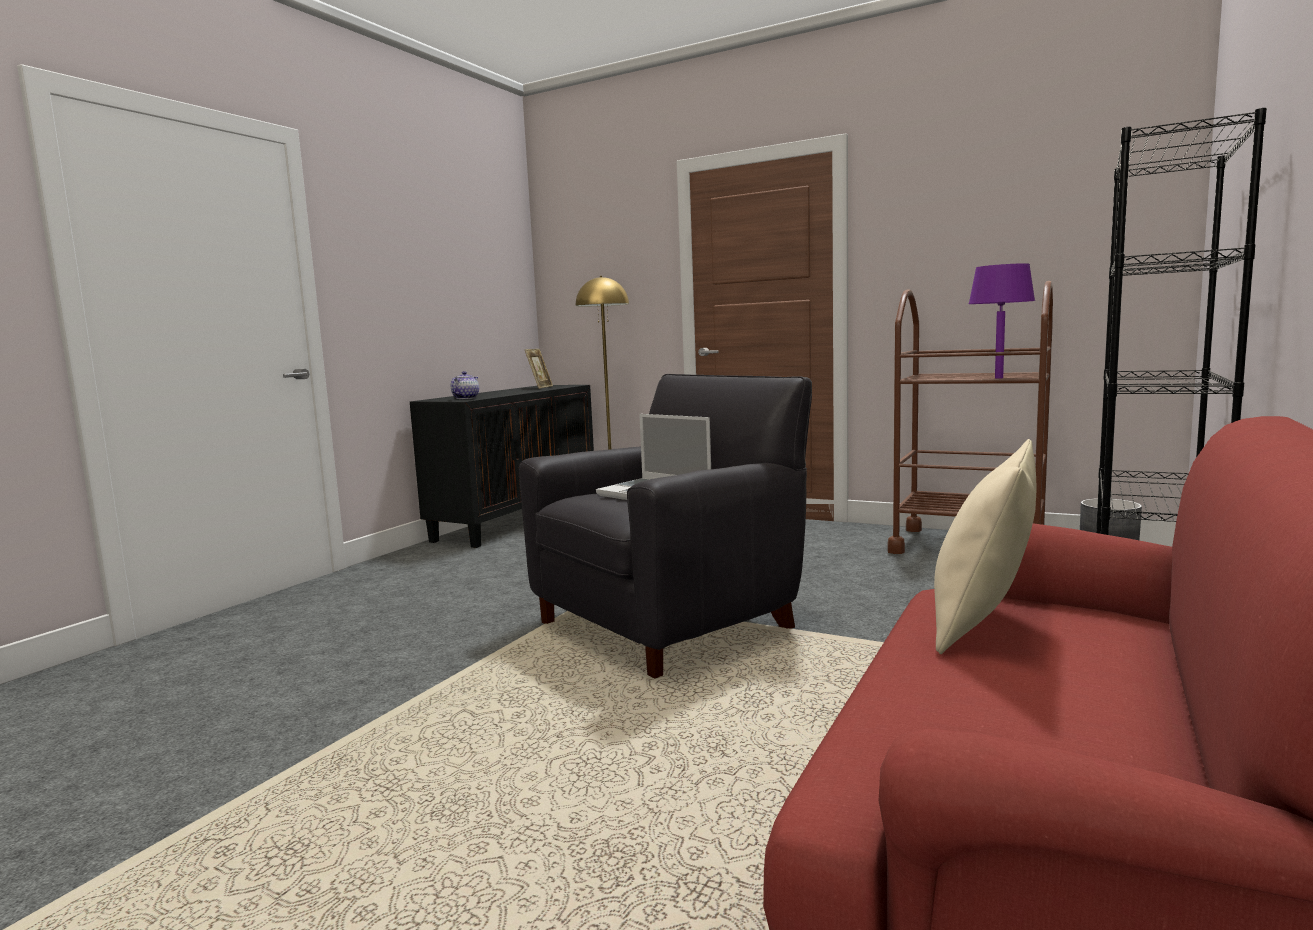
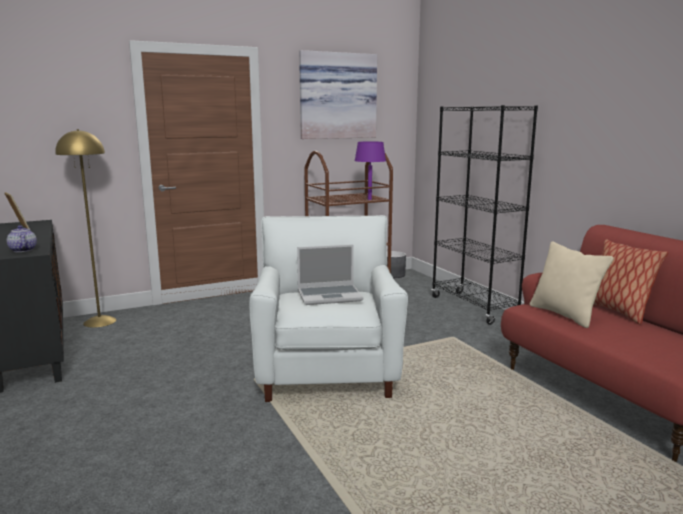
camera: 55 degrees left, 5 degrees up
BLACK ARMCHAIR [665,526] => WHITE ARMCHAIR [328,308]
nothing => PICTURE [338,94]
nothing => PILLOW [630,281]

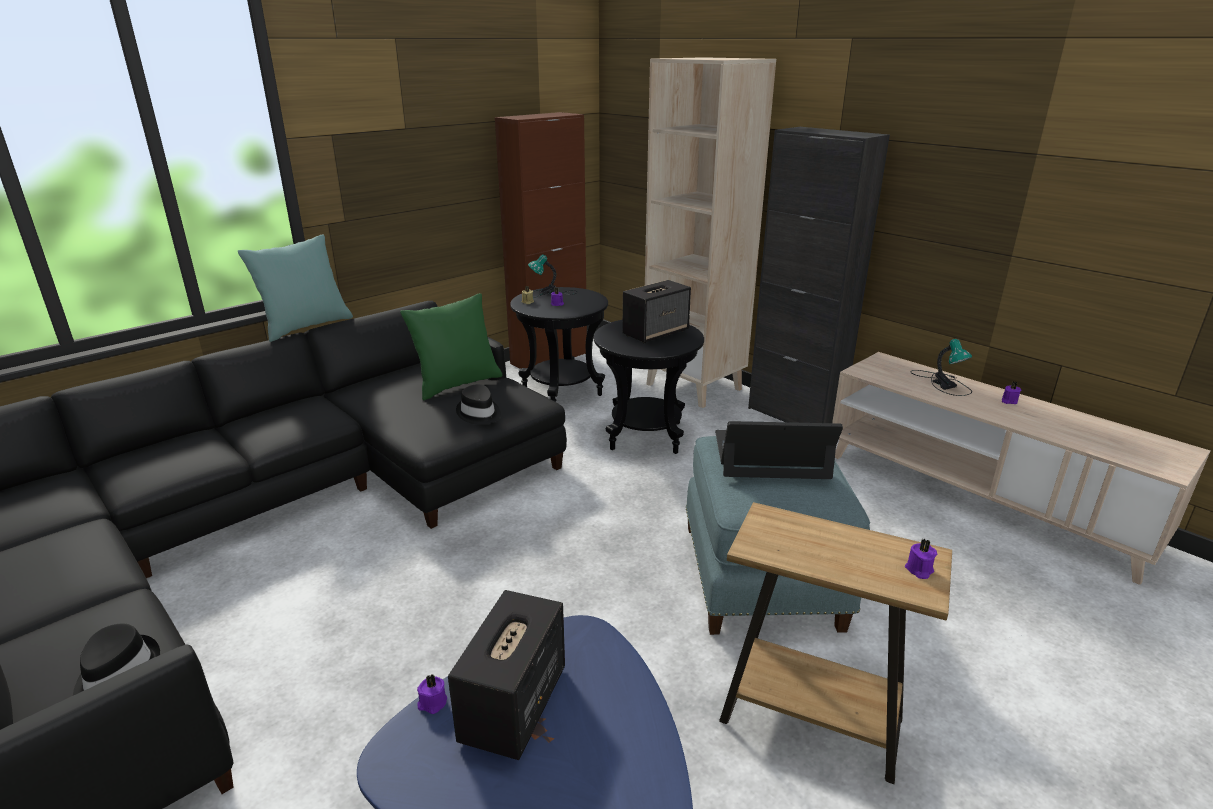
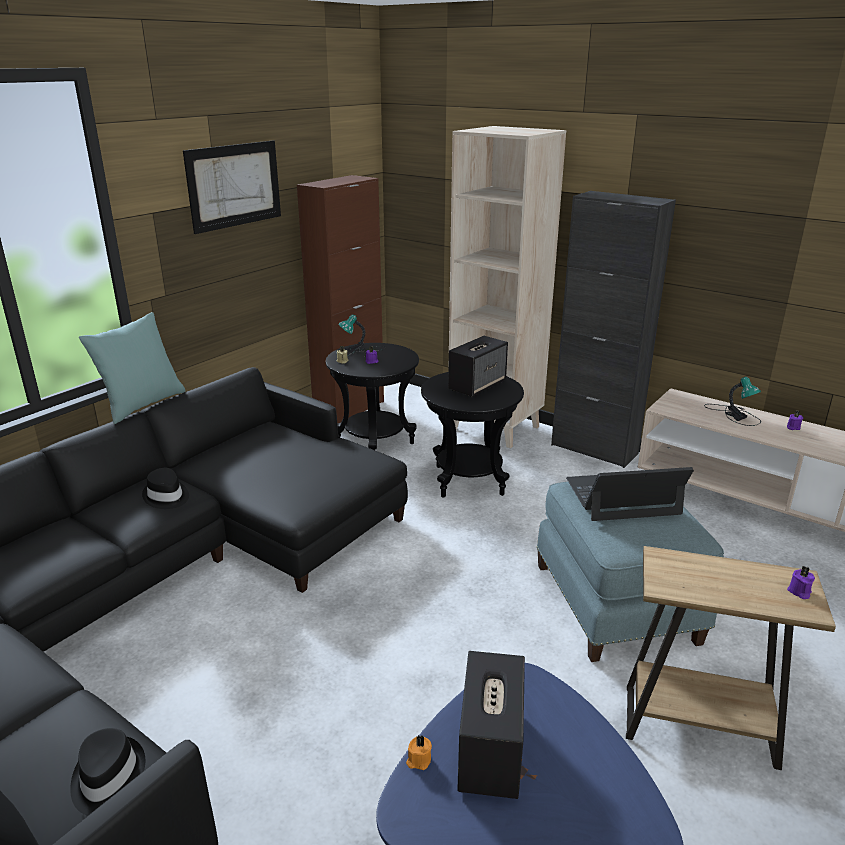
camera: 10 degrees left, 0 degrees up
GREEN PILLOW [451,346] => nothing
PURPLE CANDLE [432,694] => ORANGE CANDLE [419,752]
BLACK HAT [478,404] => BLACK HAT [165,488], moved
nothing => PICTURE [232,187]

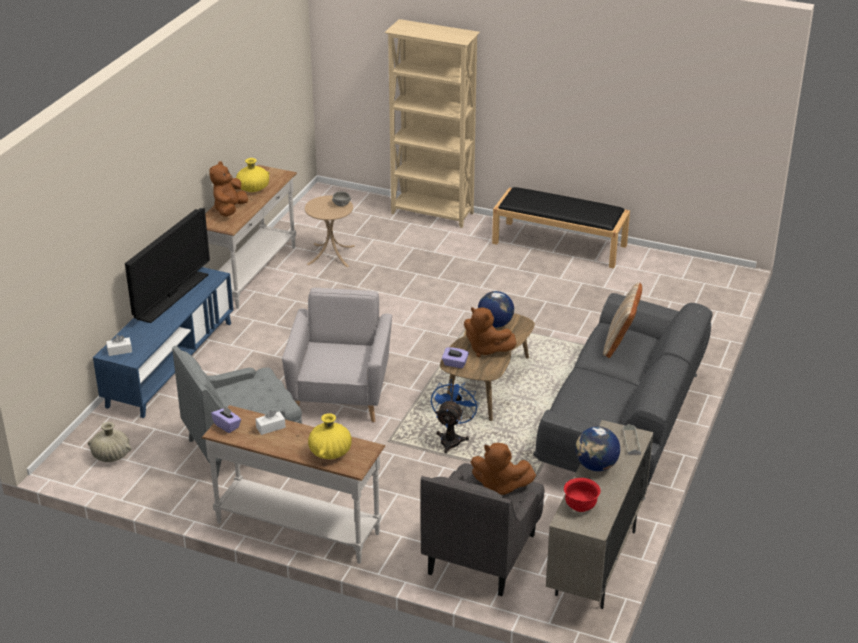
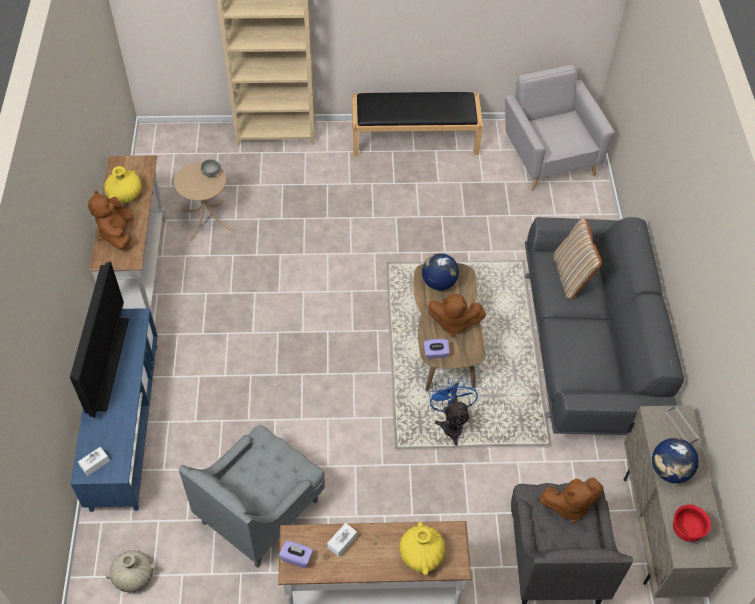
camera: 25 degrees left, 20 degrees up
GREY ARMCHAIR [337,355] => GREY ARMCHAIR [559,128], moved

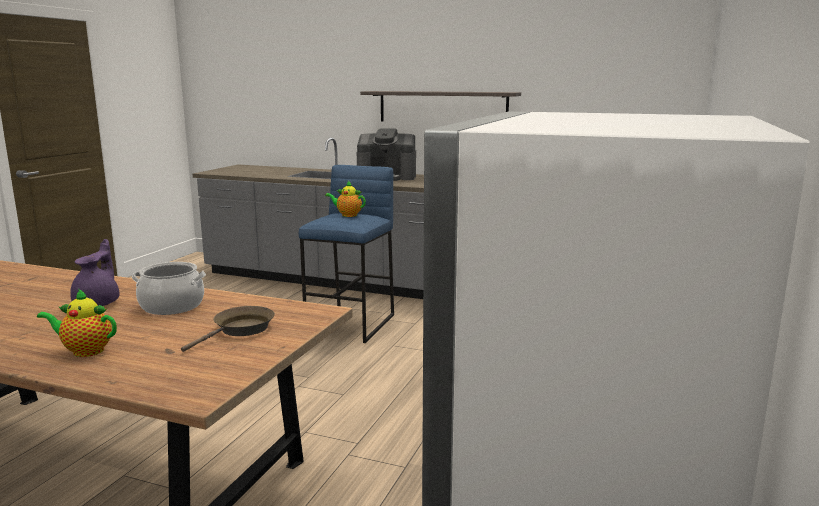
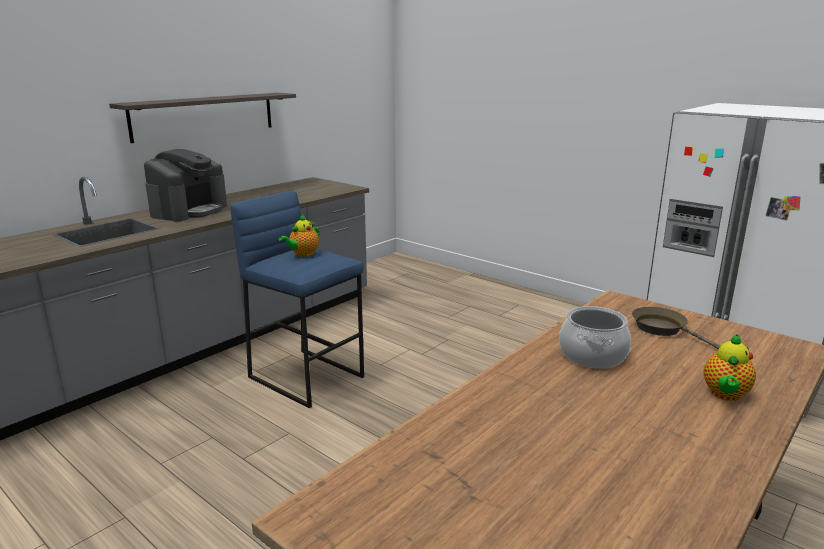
camera: 70 degrees left, 5 degrees up
PURPLE TEAPOT [95,272] => nothing

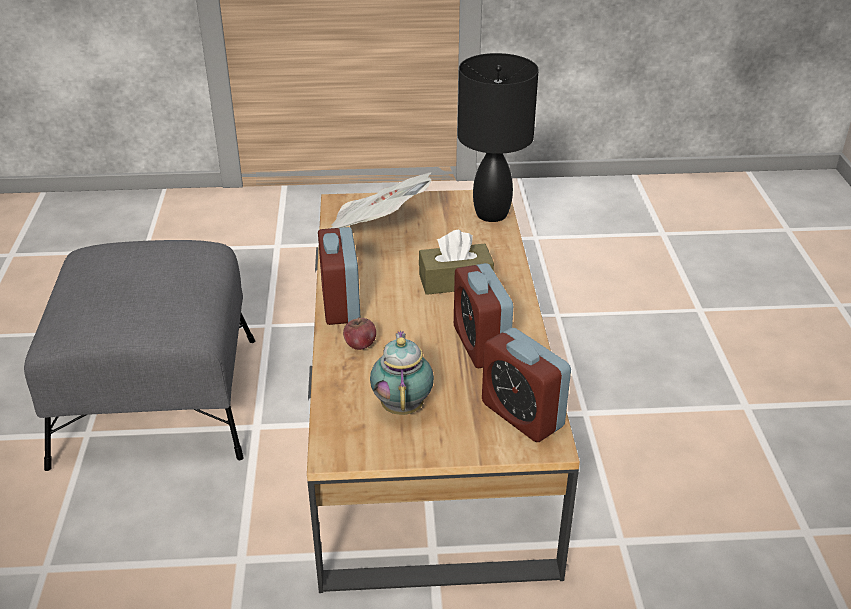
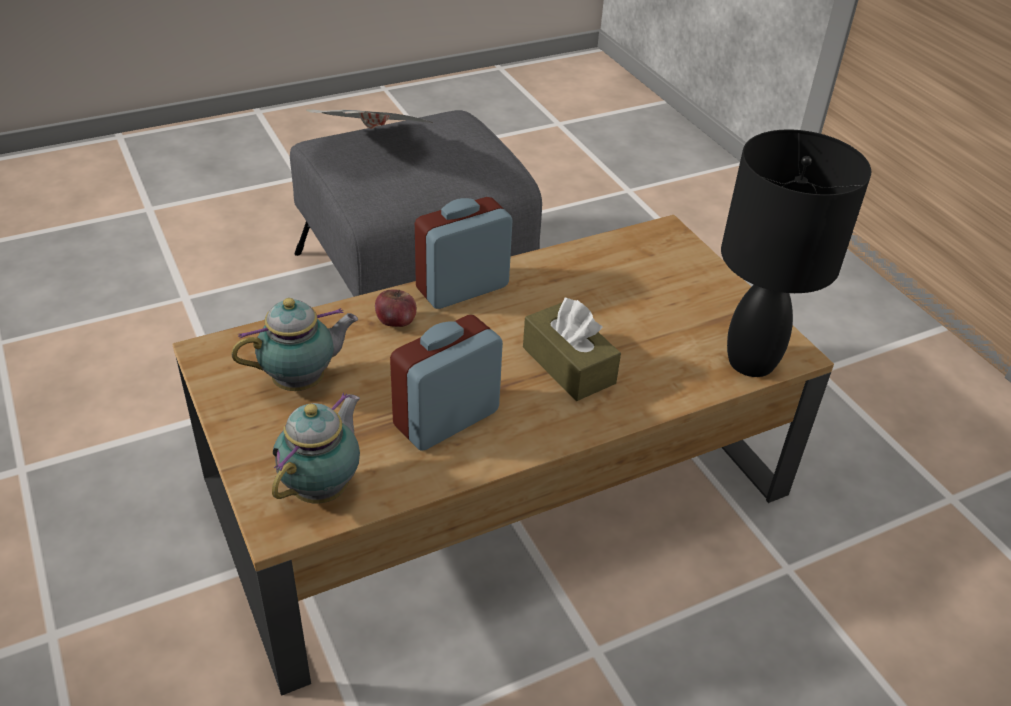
camera: 65 degrees right, 5 degrees up
NEWSPAPER [380,200] => NEWSPAPER [369,119], moved
ALARM CLOCK [526,385] => TEAPOT [316,448]

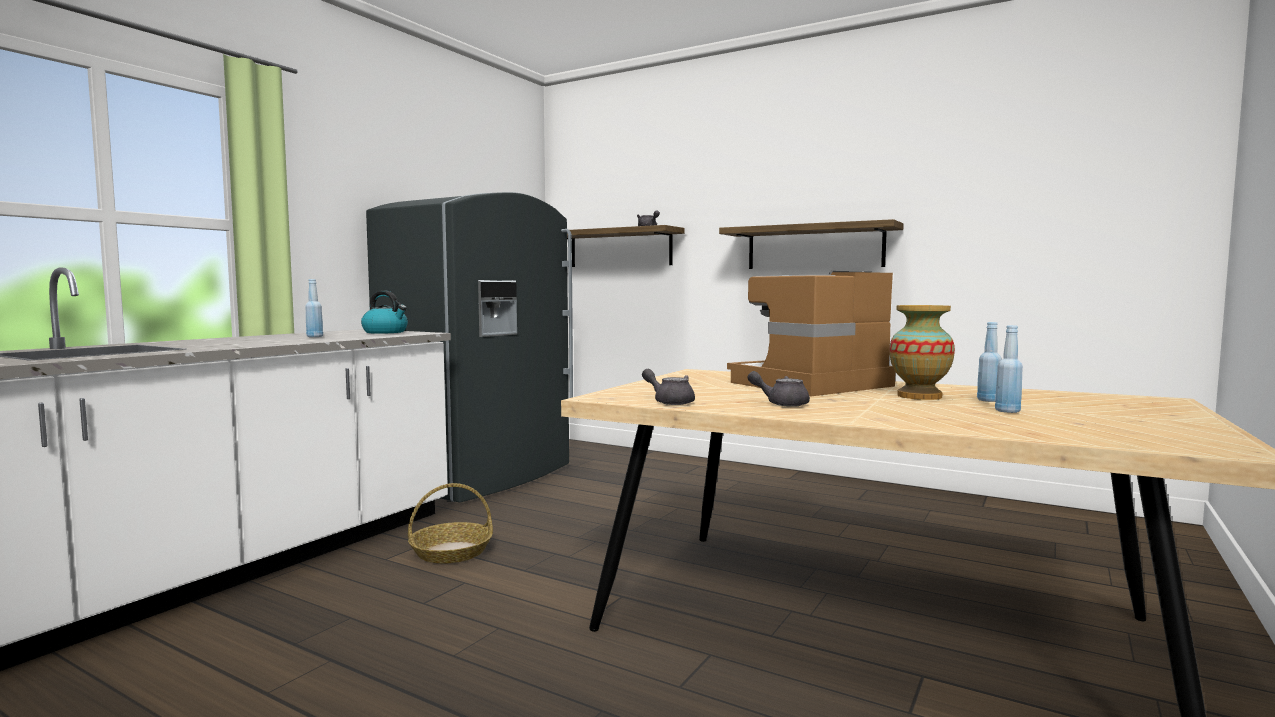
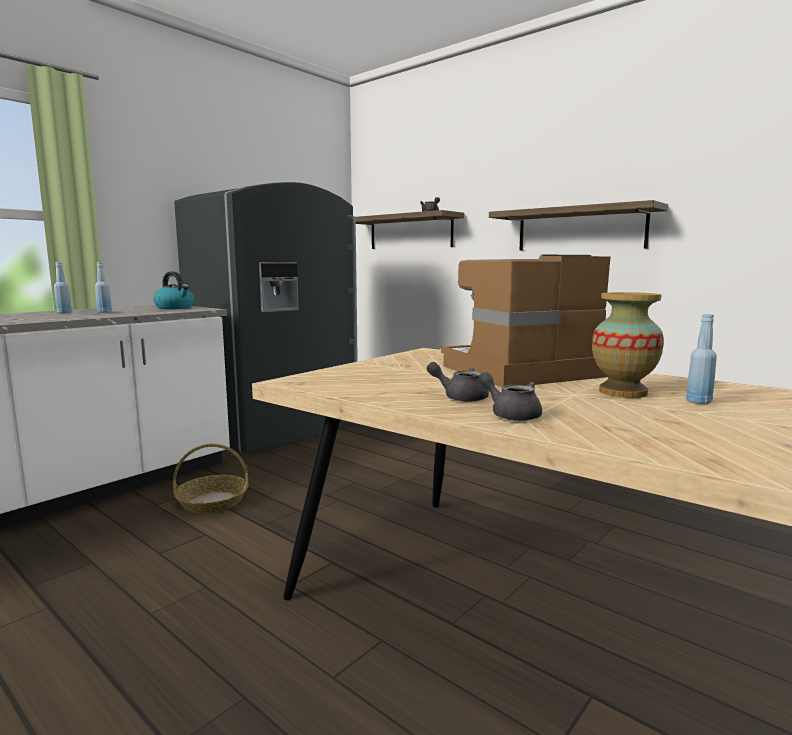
camera: 10 degrees right, 5 degrees up
GREY TEAPOT [668,387] => GREY TEAPOT [510,396], moved
BLUE BOTTLE [1009,369] => BLUE BOTTLE [63,288], moved

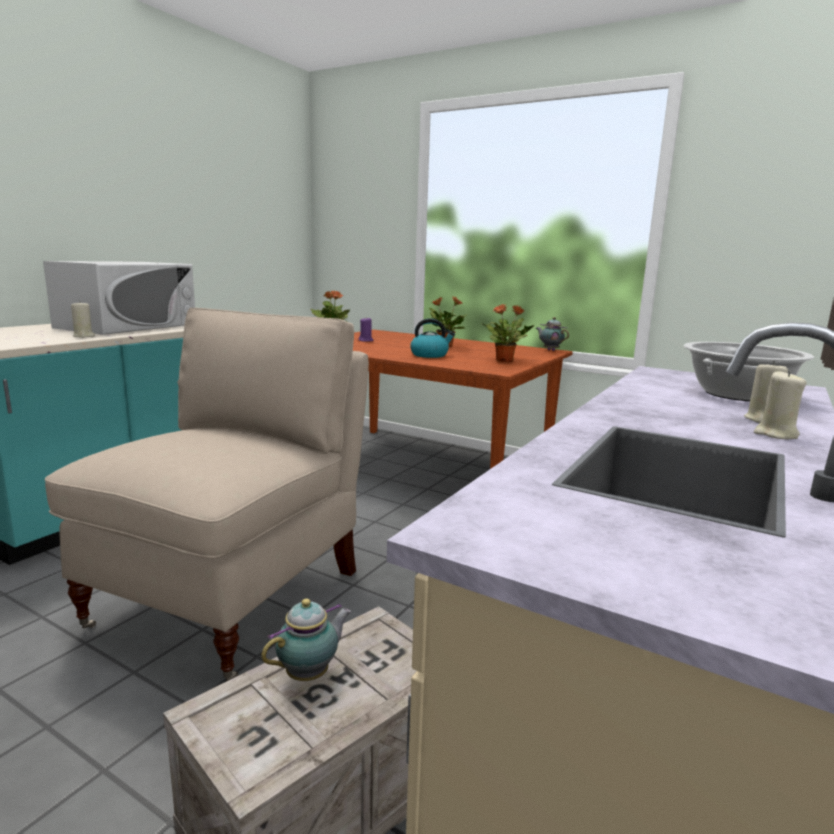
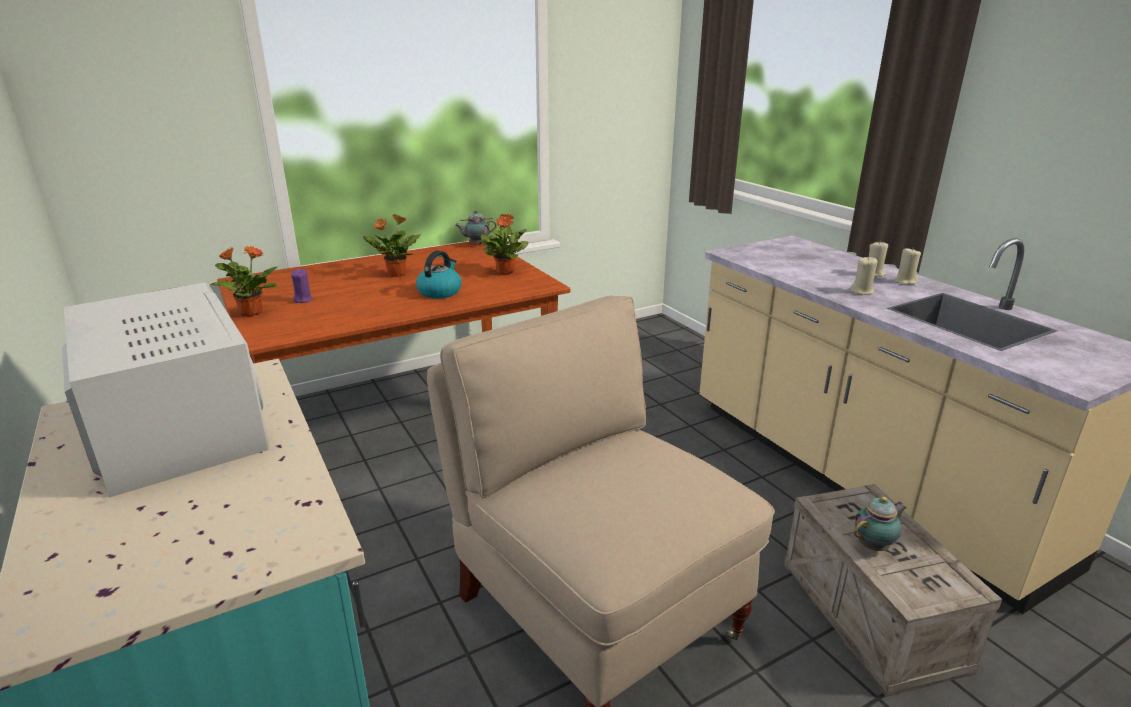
camera: 60 degrees left, 10 degrees up
BEIGE CANDLE [83,320] => BEIGE CANDLE [863,276], moved
TEAPOT [306,639] => TEAPOT [880,524], 75 degrees clockwise
COOKING POT [749,371] => nothing

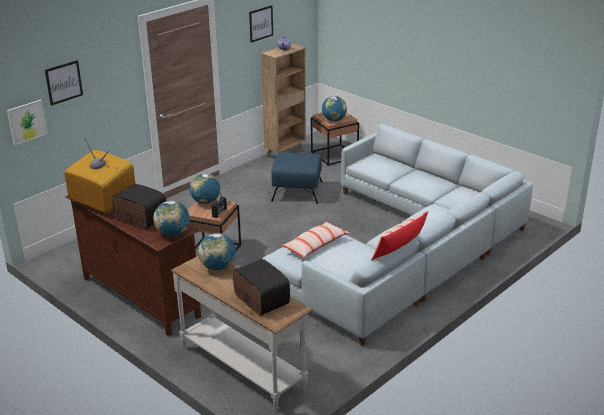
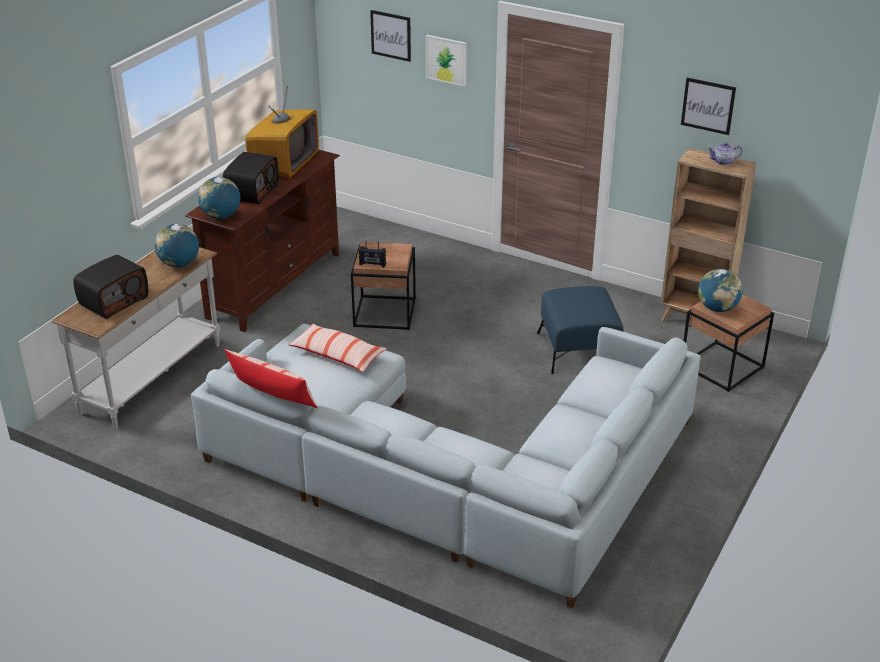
camera: 75 degrees right, 5 degrees up
PICTURE [27,122] => PICTURE [446,61], moved
GLOBE [205,189] => nothing

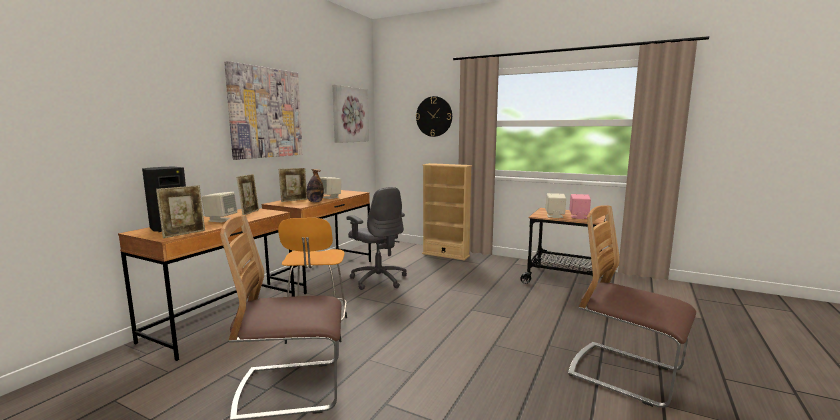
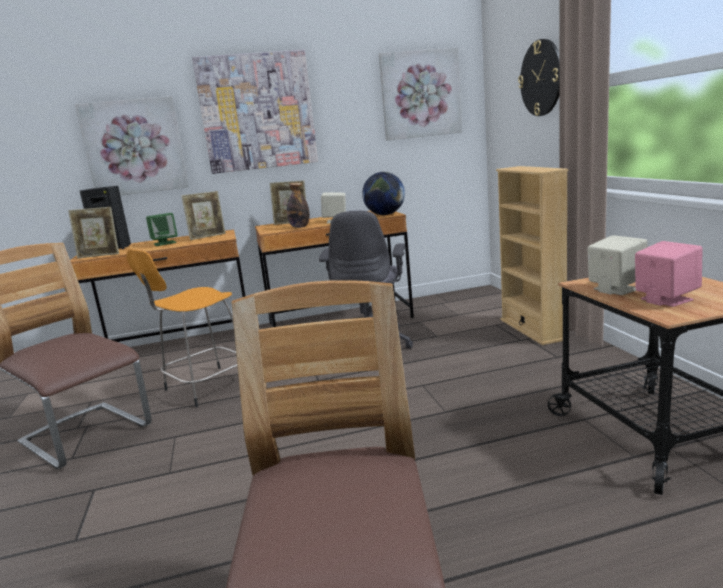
camera: 50 degrees right, 5 degrees up
BEIGE SPEAKER [220,207] => GREEN SPEAKER [162,229]
nothing => PICTURE [132,145]
nothing => GLOBE [383,193]

